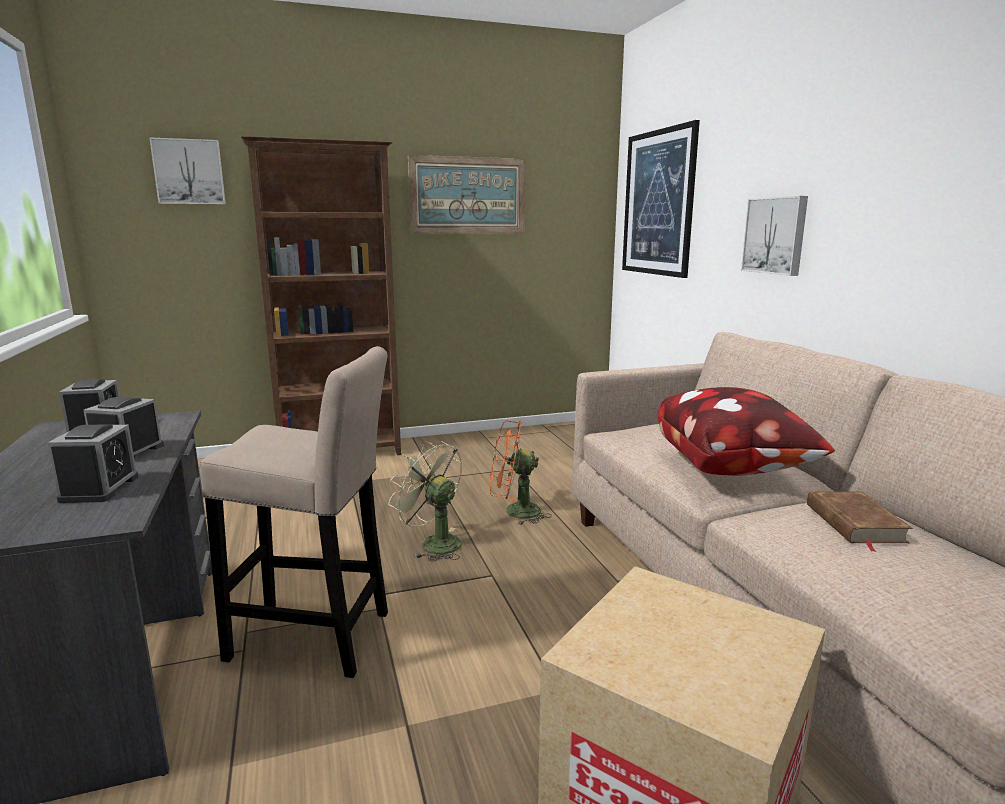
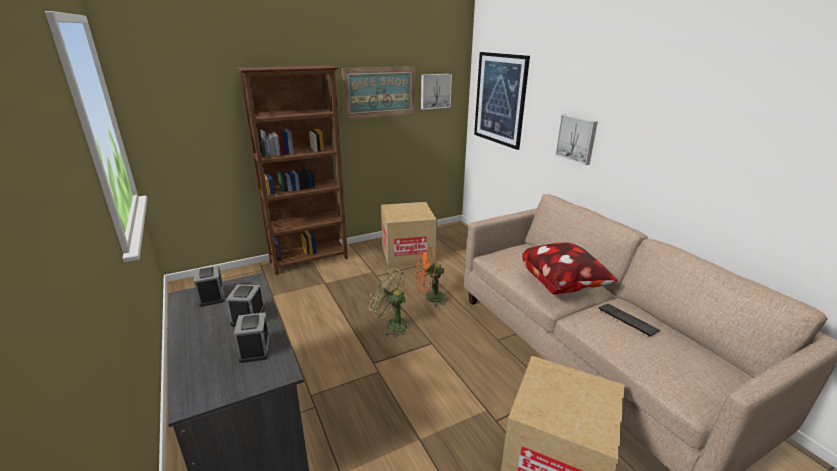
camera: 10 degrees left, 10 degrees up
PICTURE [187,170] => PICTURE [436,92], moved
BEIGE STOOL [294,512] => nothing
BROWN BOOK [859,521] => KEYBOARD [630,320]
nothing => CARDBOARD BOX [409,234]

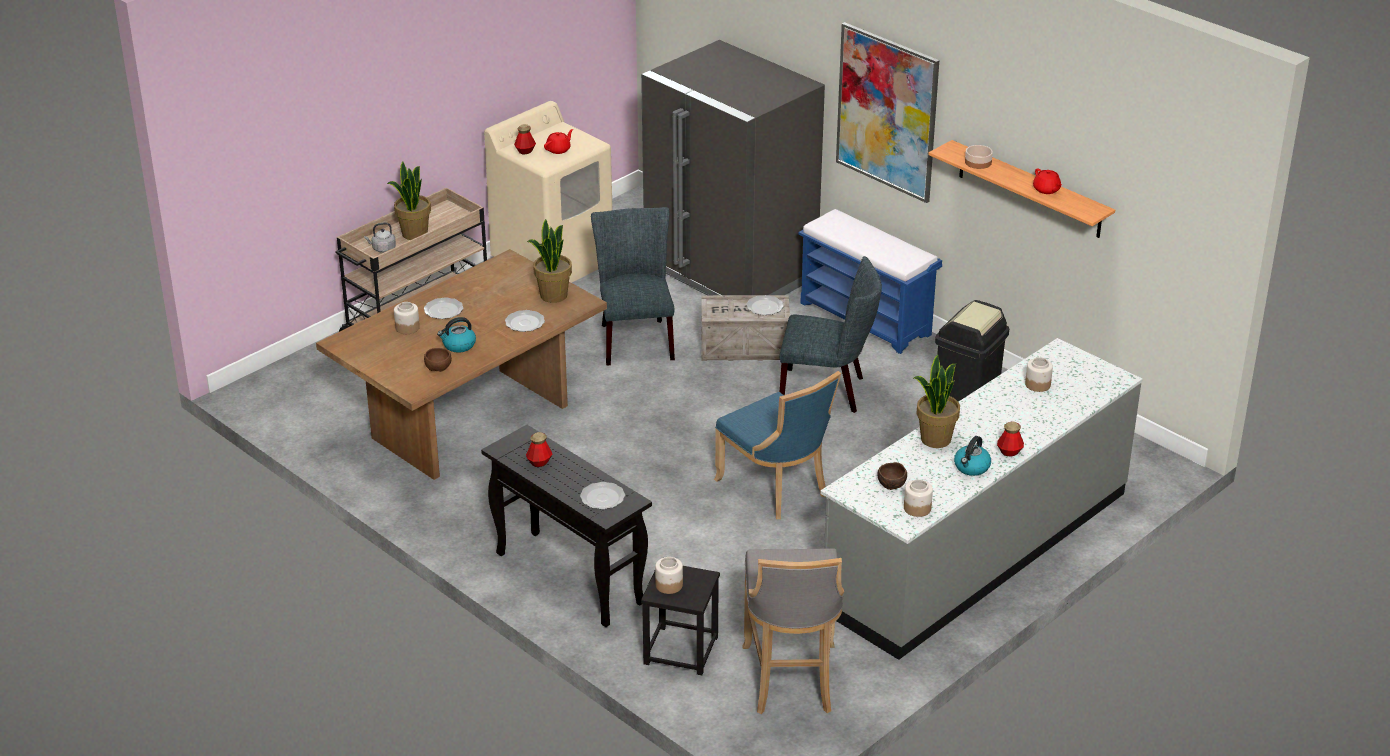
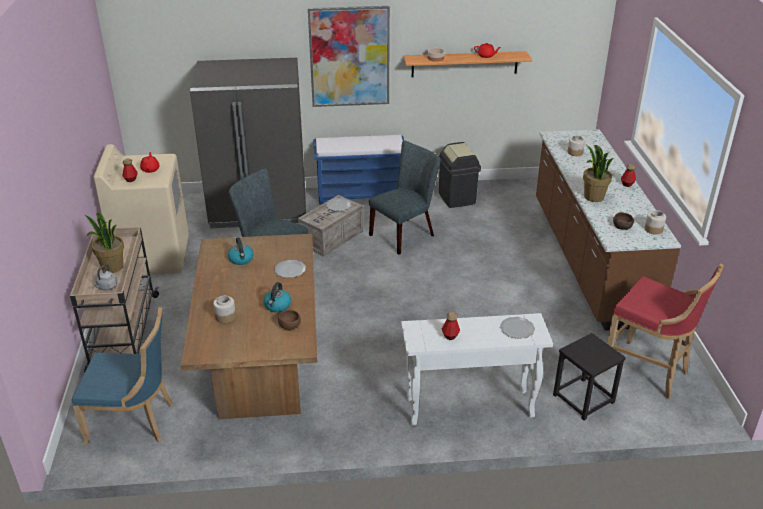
camera: 50 degrees left, 0 degrees up
PLATE [443,308] => nothing
BLACK CONSOLE TABLE [566,526] => WHITE CONSOLE TABLE [477,369]
POTTED PLANT [549,261] => nothing
JAR [669,575] => nothing
BLUE CHAIR [777,445] => BLUE CHAIR [122,376], moved
GREY STOOL [793,631] => RED STOOL [662,331]
GREY COUNTER [981,499] => BROWN COUNTER [608,230]
KETTLE [972,456] => KETTLE [241,251], moved

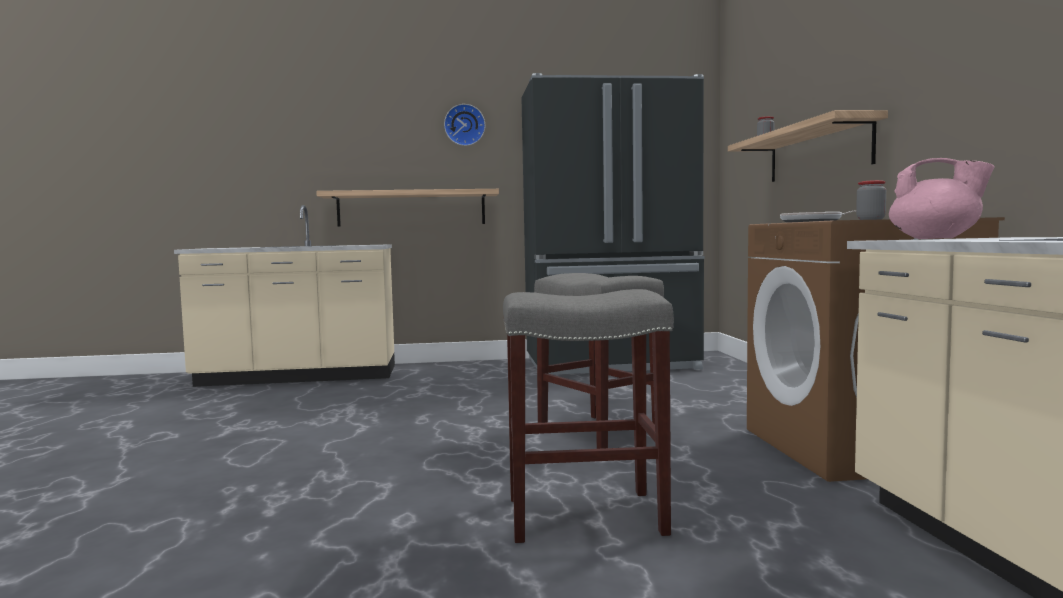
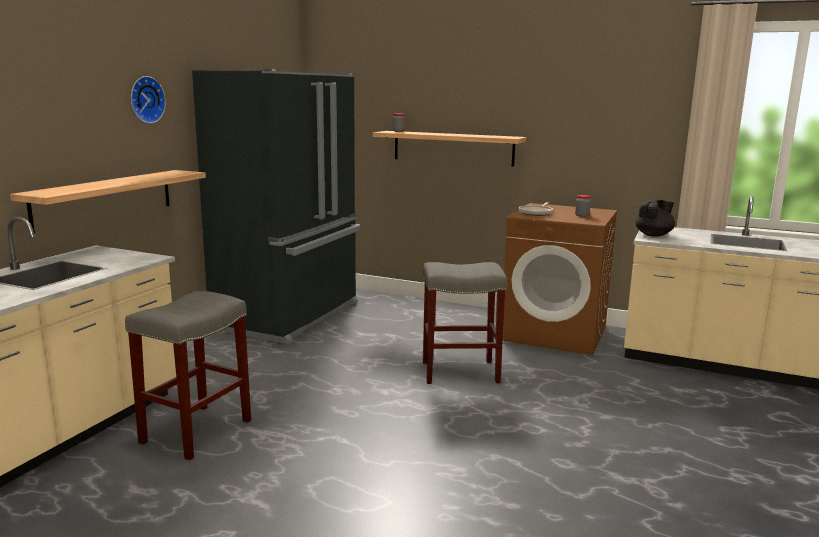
camera: 60 degrees left, 10 degrees up
GREY STOOL [588,416] => GREY STOOL [188,375], moved
PINK TEAPOT [942,198] => BLACK TEAPOT [655,218]

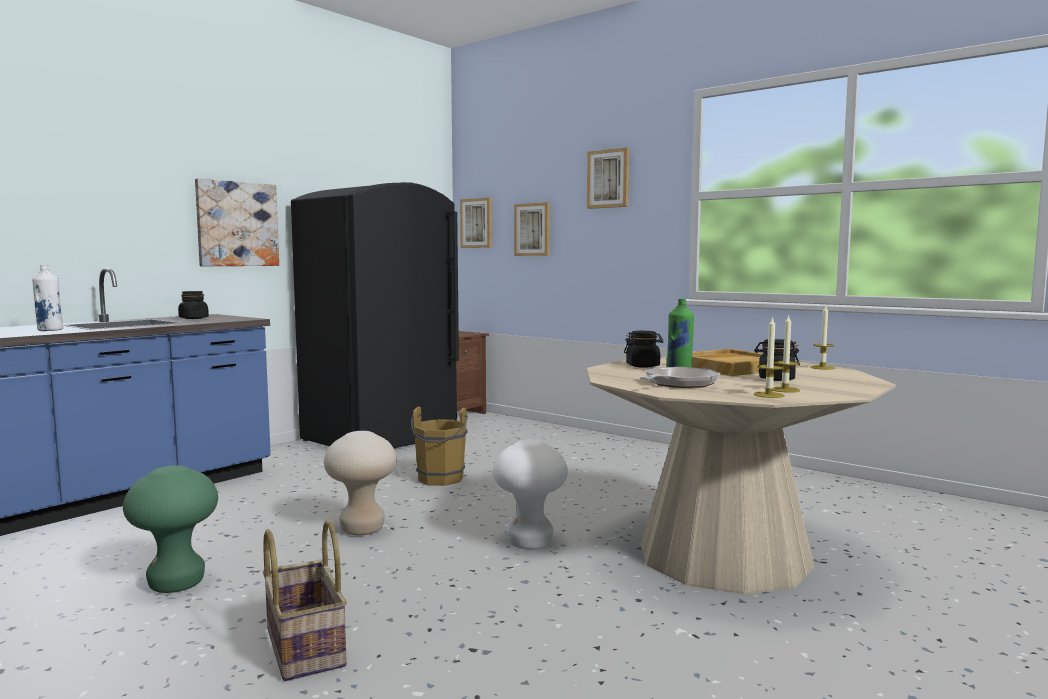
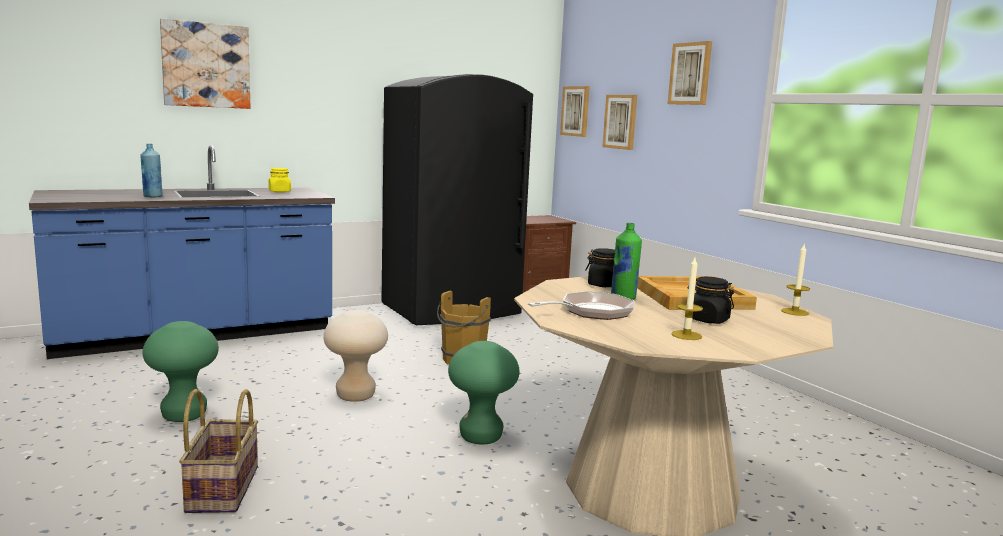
camera: 20 degrees right, 5 degrees up
WHITE BOTTLE [48,298] => BLUE BOTTLE [151,170]
BLACK JAR [193,305] => YELLOW JAR [280,180]
PICTURE [237,222] => PICTURE [205,64], moved
WHITE STOOL [530,494] => GREEN STOOL [483,392]
CANDLE [769,358] => nothing

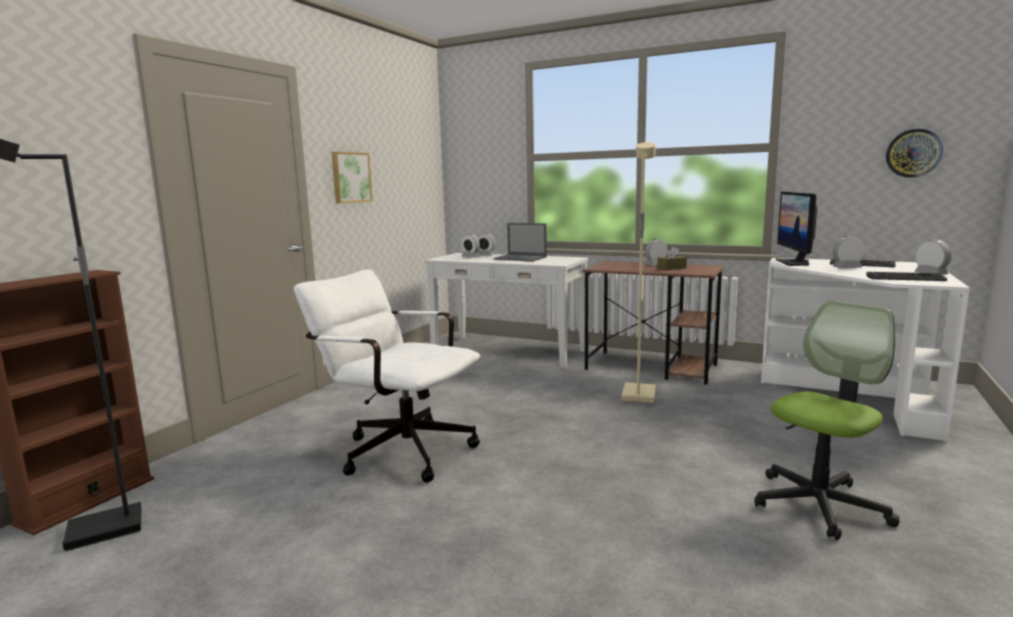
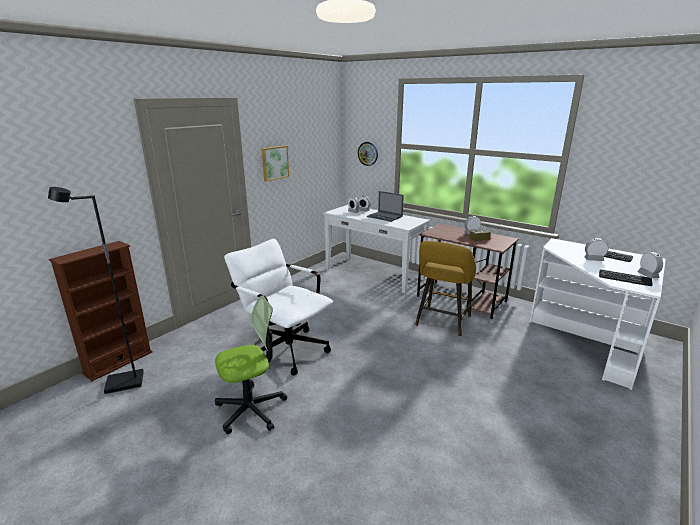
camera: 10 degrees right, 10 degrees up
BEIGE FLOOR LAMP [638,272] => YELLOW STOOL [445,288]
OFFICE CHAIR [827,420] => OFFICE CHAIR [251,364], moved
MONITOR [796,229] => nothing
WALL CLOCK [914,153] => WALL CLOCK [368,154], moved

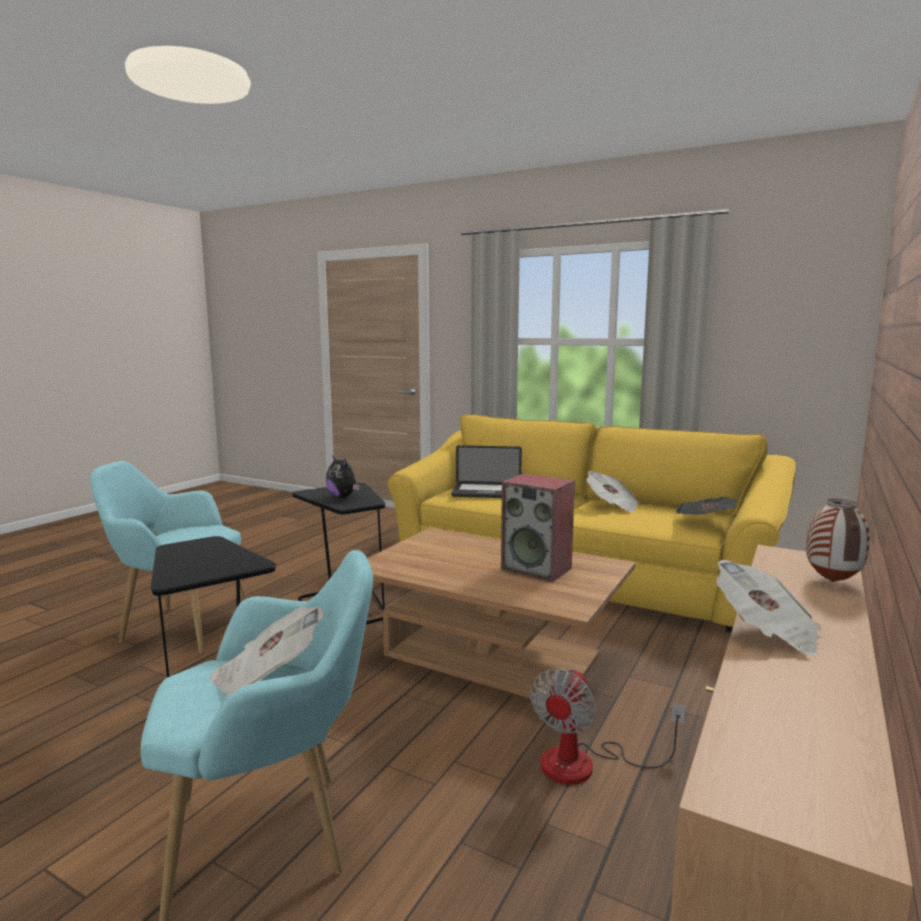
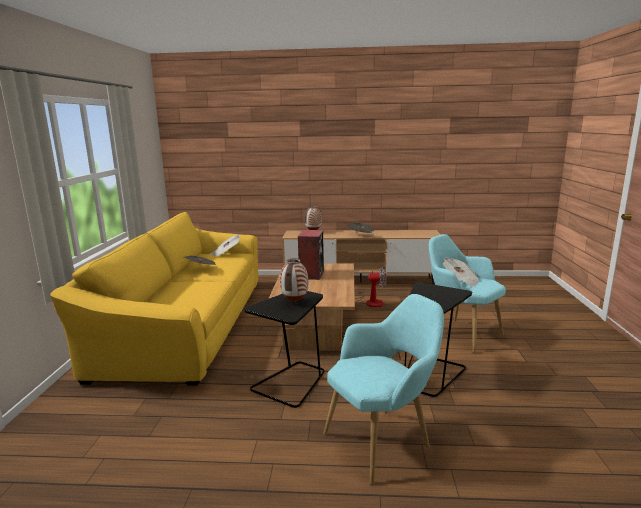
camera: 115 degrees left, 5 degrees up
TURQUOISE ARMCHAIR [168,557] => TURQUOISE ARMCHAIR [383,389], 105 degrees counterclockwise
PLUSH TOY [343,476] => VASE [294,280]
LAPTOP [486,471] => nothing

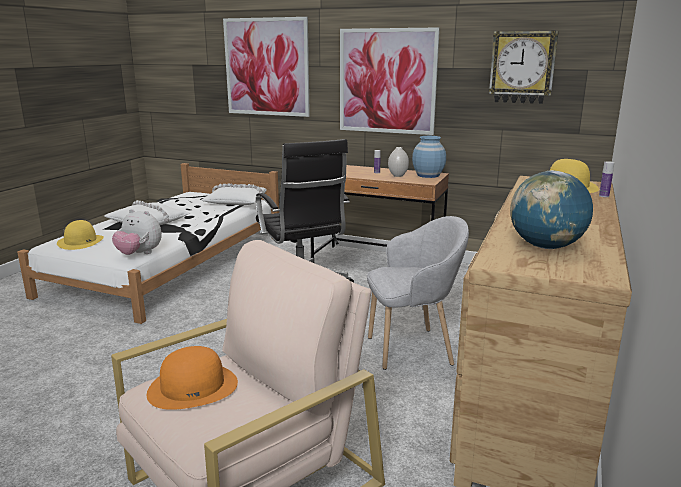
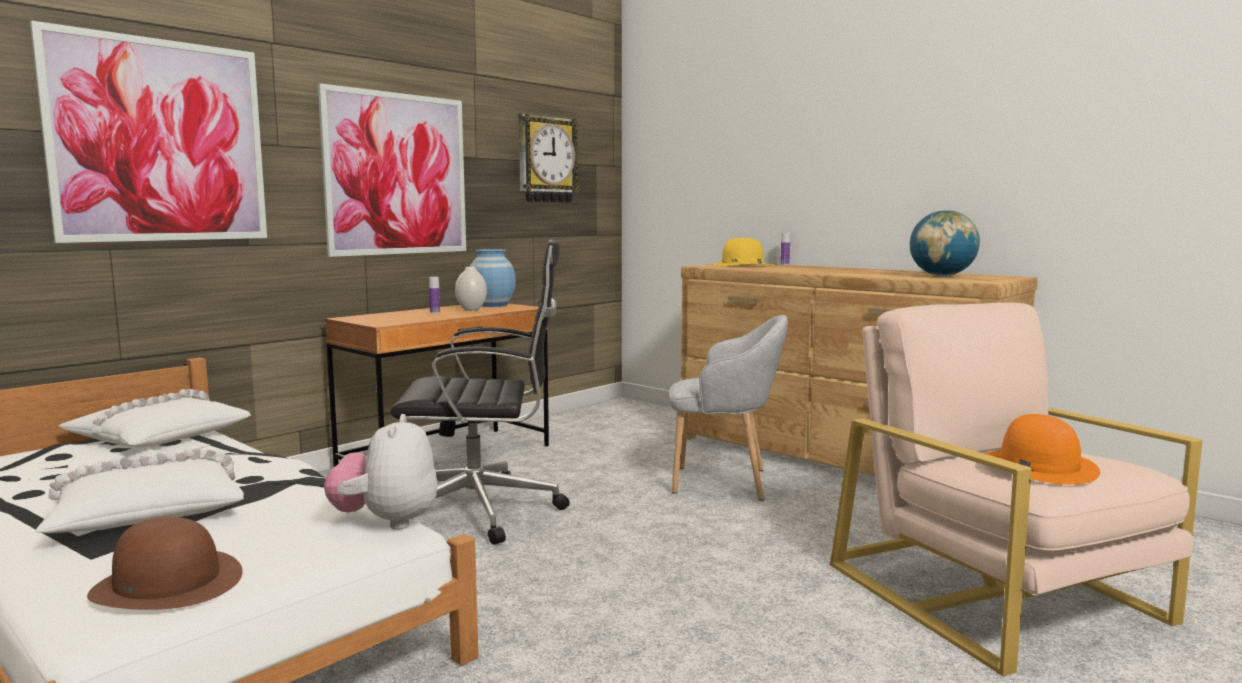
camera: 70 degrees left, 10 degrees down
YELLOW HAT [80,235] => BROWN HAT [165,563]
PLUSH TOY [137,232] => PLUSH TOY [380,472], 135 degrees clockwise
GREY ARMCHAIR [418,293] => GREY ARMCHAIR [728,408], 90 degrees clockwise

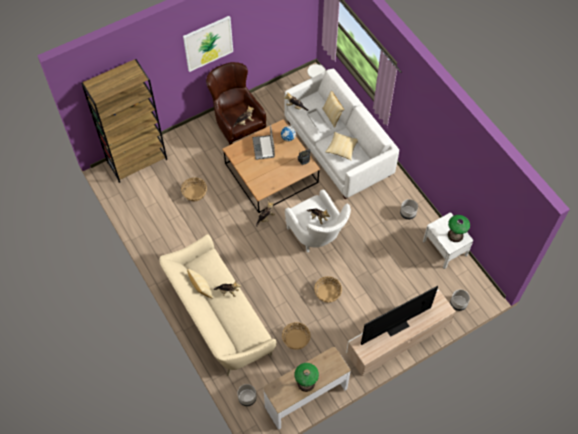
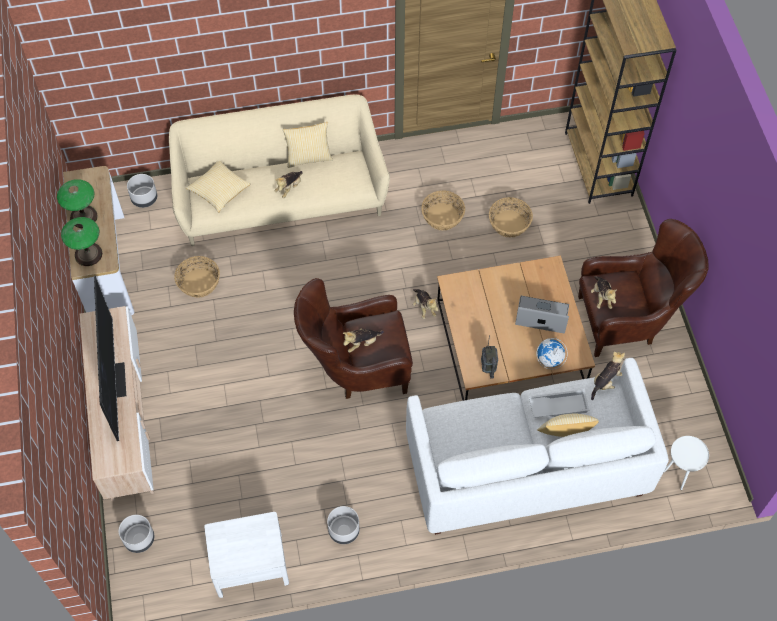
camera: 110 degrees right, 0 degrees up
PICTURE [208,44] => nothing
WHITE ARMCHAIR [318,221] => BROWN ARMCHAIR [353,338]
BASKET [328,289] => BASKET [443,210], moved
PILLOW [341,146] => PILLOW [218,187], moved
TABLE LAMP [459,228] => TABLE LAMP [81,241], moved

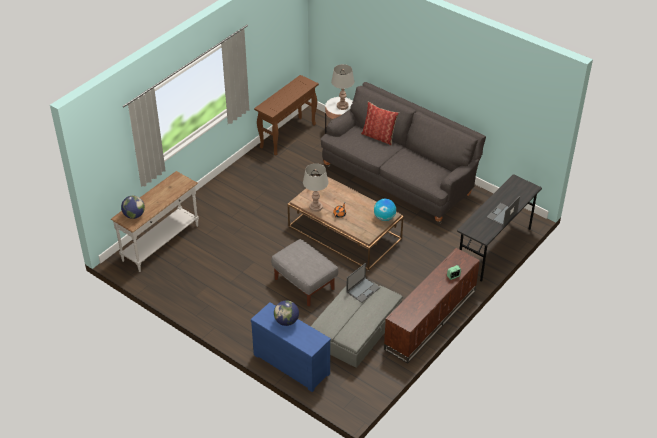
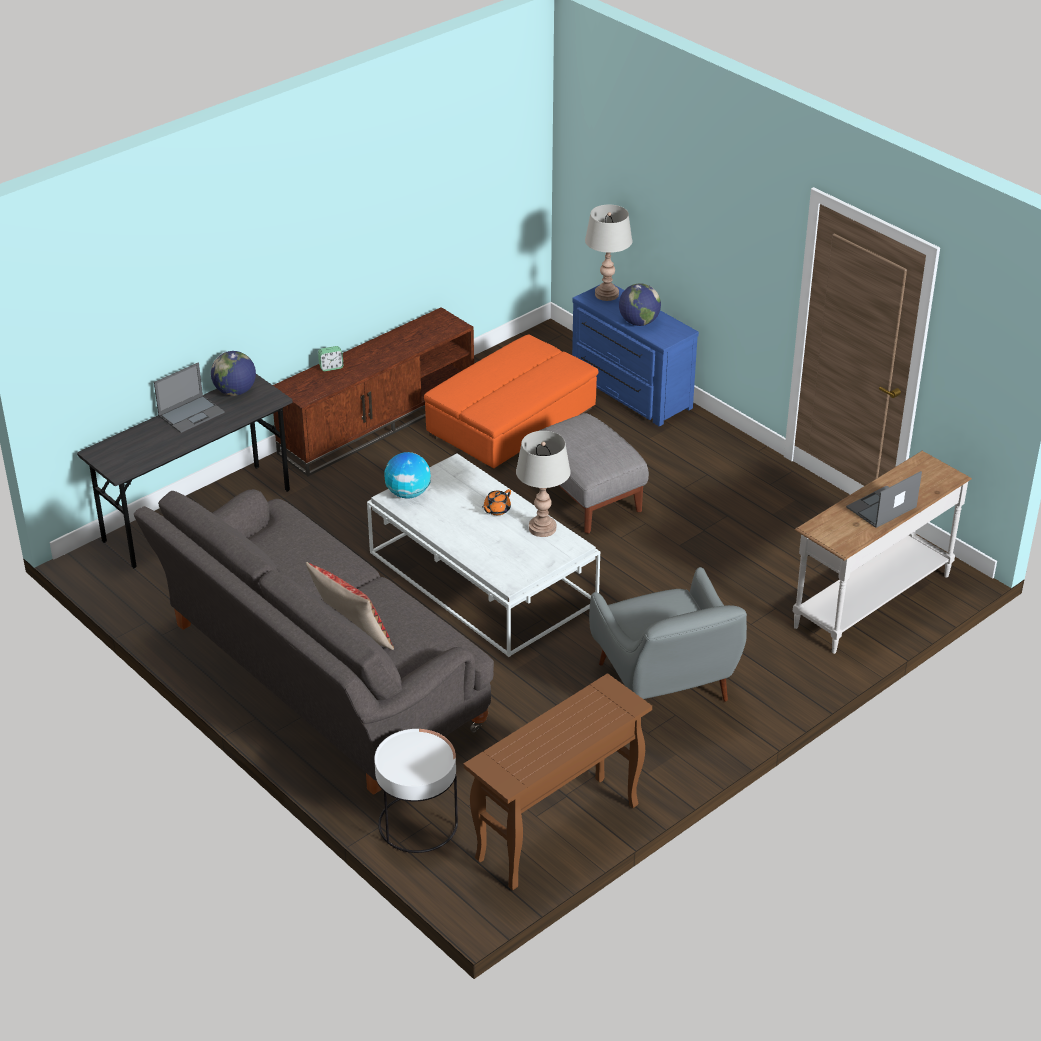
camera: 170 degrees left, 5 degrees down
GLOBE [133,207] => GLOBE [233,373], moved
BROWN COFFEE TABLE [346,223] => WHITE COFFEE TABLE [483,555]
GREY OTTOMAN [357,324] => ORANGE OTTOMAN [511,402]
GREY TABLE LAMP [342,87] => GREY TABLE LAMP [608,253], moved
LAPTOP [363,283] => LAPTOP [884,499], moved
nothing => GREY ARMCHAIR [668,634]

